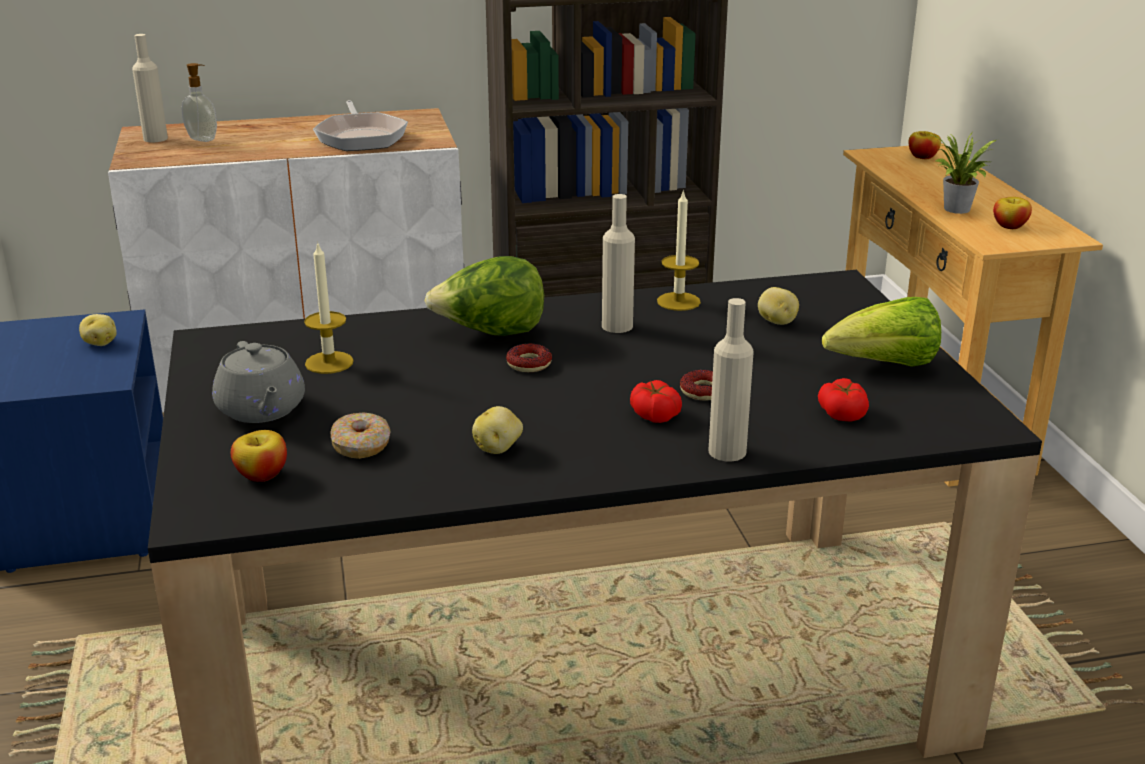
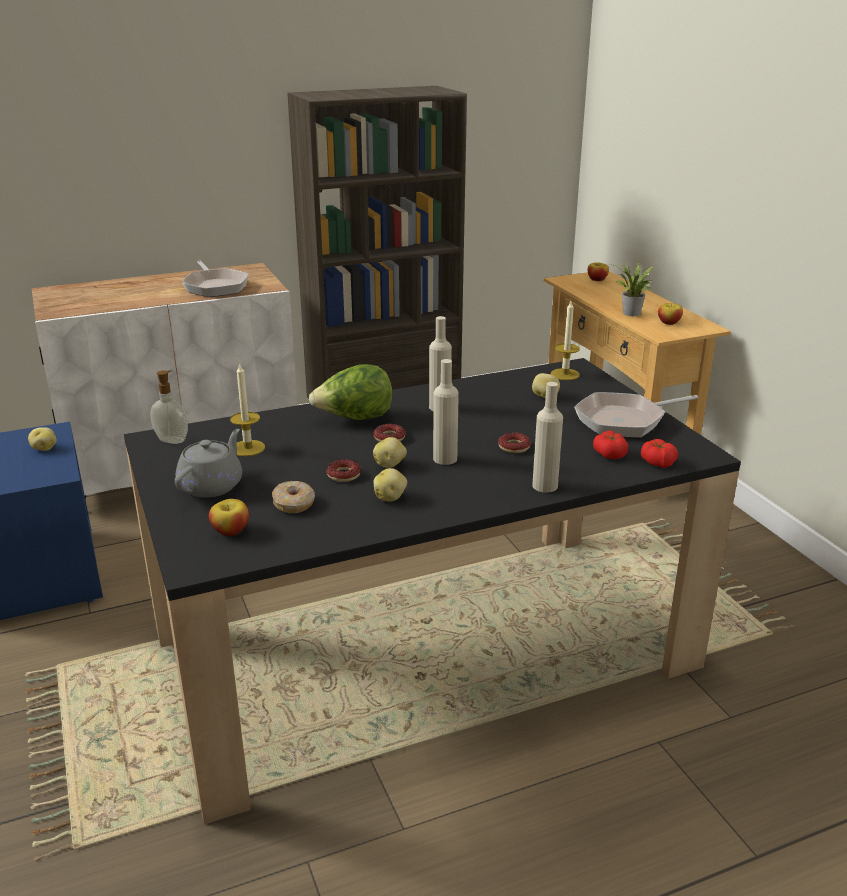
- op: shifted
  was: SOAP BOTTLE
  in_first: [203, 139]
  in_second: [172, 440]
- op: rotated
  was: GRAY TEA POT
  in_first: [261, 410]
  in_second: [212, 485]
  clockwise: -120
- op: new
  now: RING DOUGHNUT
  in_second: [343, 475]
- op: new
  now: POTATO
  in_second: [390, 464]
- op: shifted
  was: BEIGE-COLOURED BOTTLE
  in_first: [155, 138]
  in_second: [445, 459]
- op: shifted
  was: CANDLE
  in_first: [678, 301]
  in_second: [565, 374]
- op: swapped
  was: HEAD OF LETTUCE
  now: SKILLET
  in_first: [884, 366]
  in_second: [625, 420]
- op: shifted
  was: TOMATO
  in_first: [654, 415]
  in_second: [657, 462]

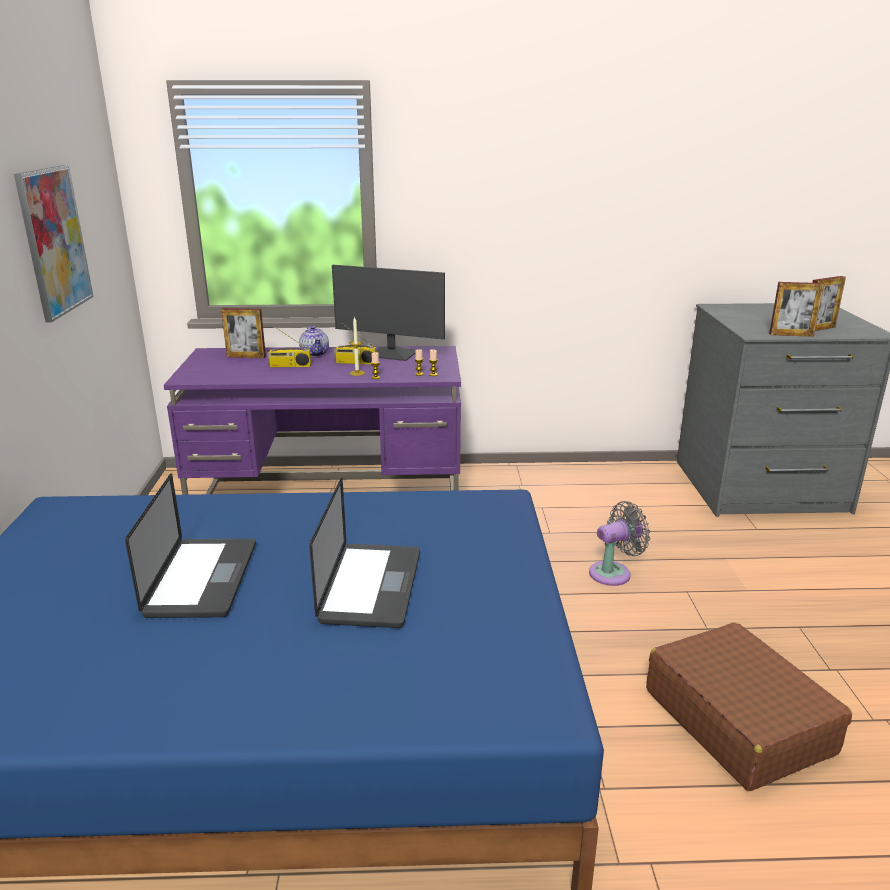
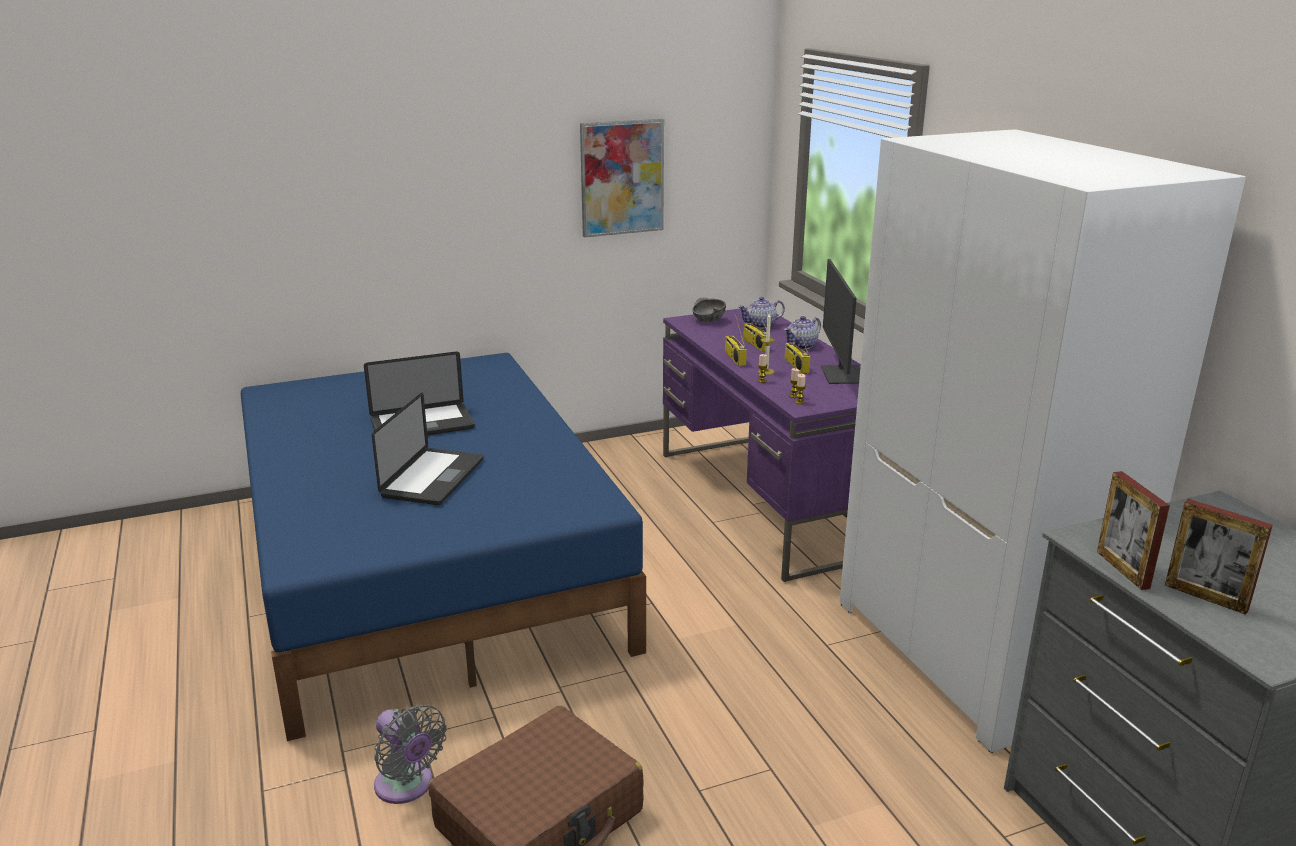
- op: rotated
  was: LAPTOP
  in_first: [371, 586]
  in_second: [433, 478]
  clockwise: -60
- op: shifted
  was: GRAY FAN
  in_first: [614, 573]
  in_second: [407, 786]
- op: new
  now: GRAY SERVING BOWL
  in_second: [708, 320]
- op: new
  now: RADIO RECEIVER
  in_second: [734, 358]
- op: swapped
  was: PICTURE FRAME
  now: TEA POT
  in_first: [246, 357]
  in_second: [760, 325]
- op: new
  now: WHITISH ARMOIRE
  in_second: [972, 654]

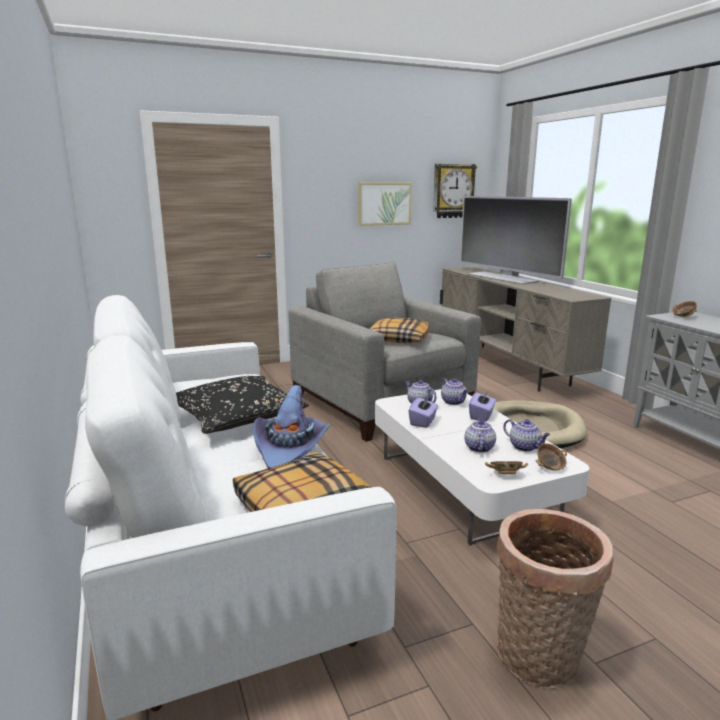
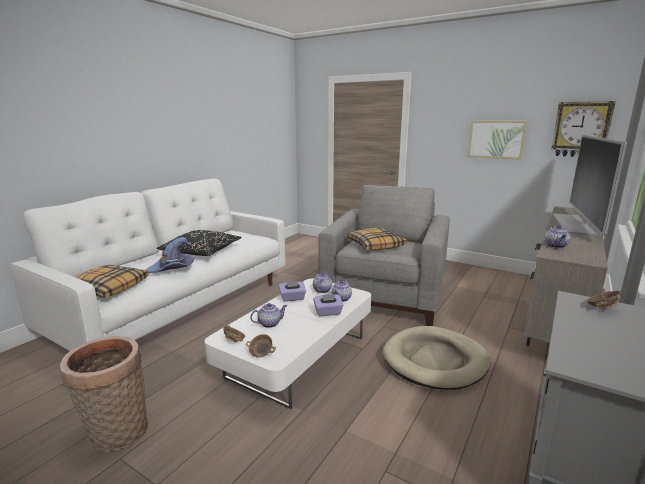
- op: shifted
  was: TEA POT
  in_first: [525, 447]
  in_second: [556, 246]

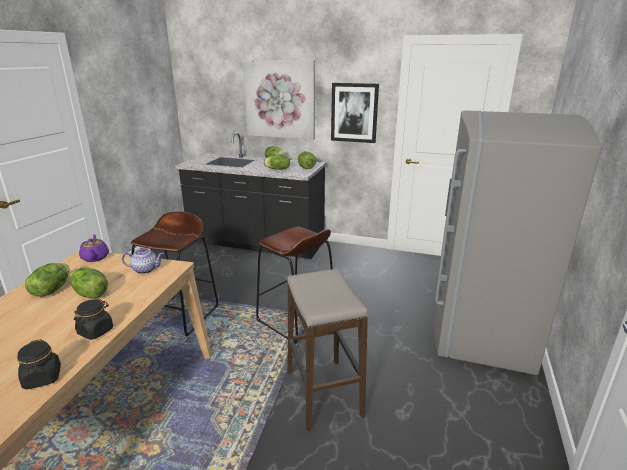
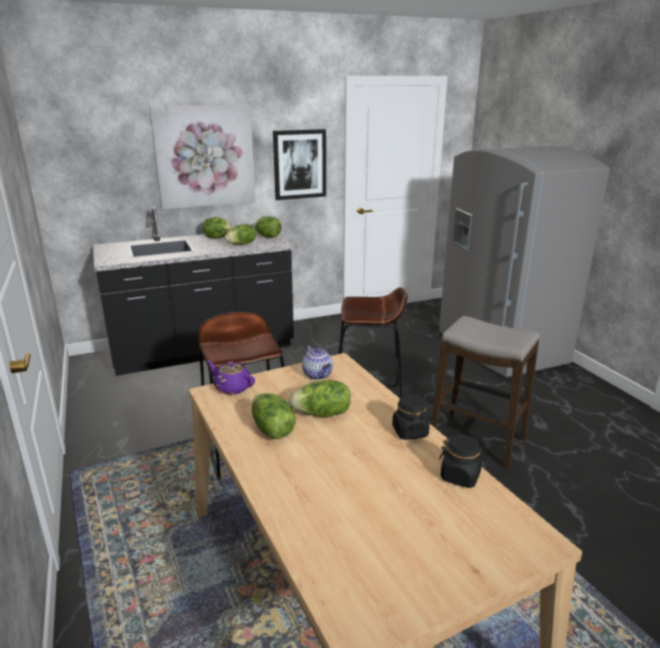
- op: rotated
  was: TEA POT
  in_first: [146, 269]
  in_second: [318, 375]
  clockwise: 105

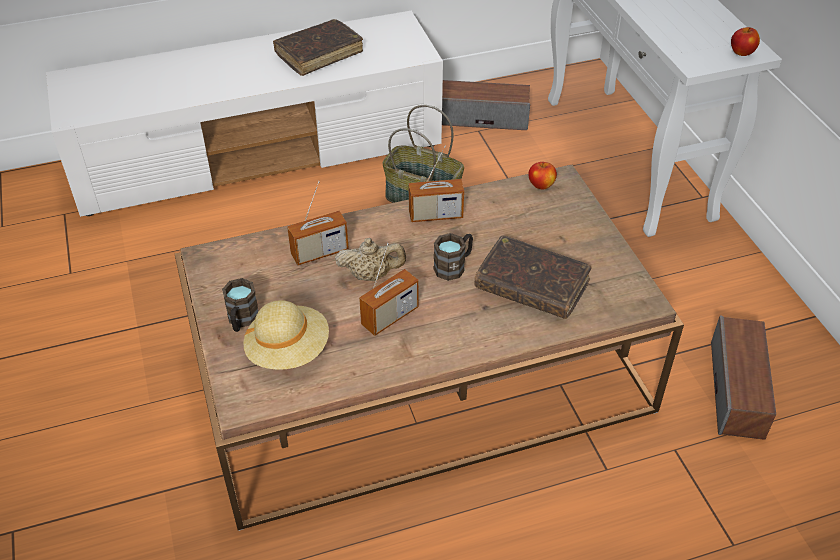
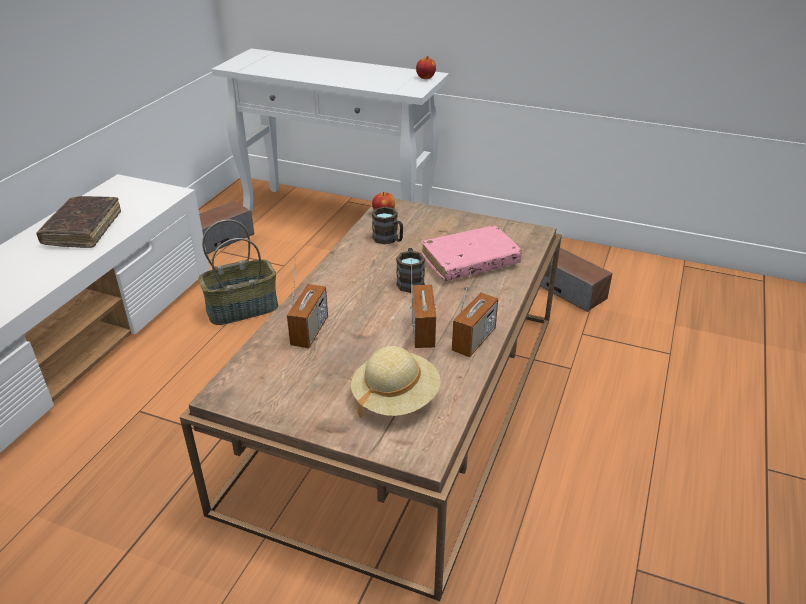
- op: shifted
  was: BROWN-COLOURED COFFEE MUG
  in_first: [241, 320]
  in_second: [389, 240]
- op: repainted
  was: BROWN-COLOURED BOUND BOOK
  now: PINK BOUND BOOK
  in_first: [531, 286]
  in_second: [470, 262]
- op: shifted
  was: RADIO RECEIVER
  in_first: [435, 215]
  in_second: [474, 340]
- op: gone
  was: BEIGE-COLOURED TEA POT
  in_first: [371, 275]

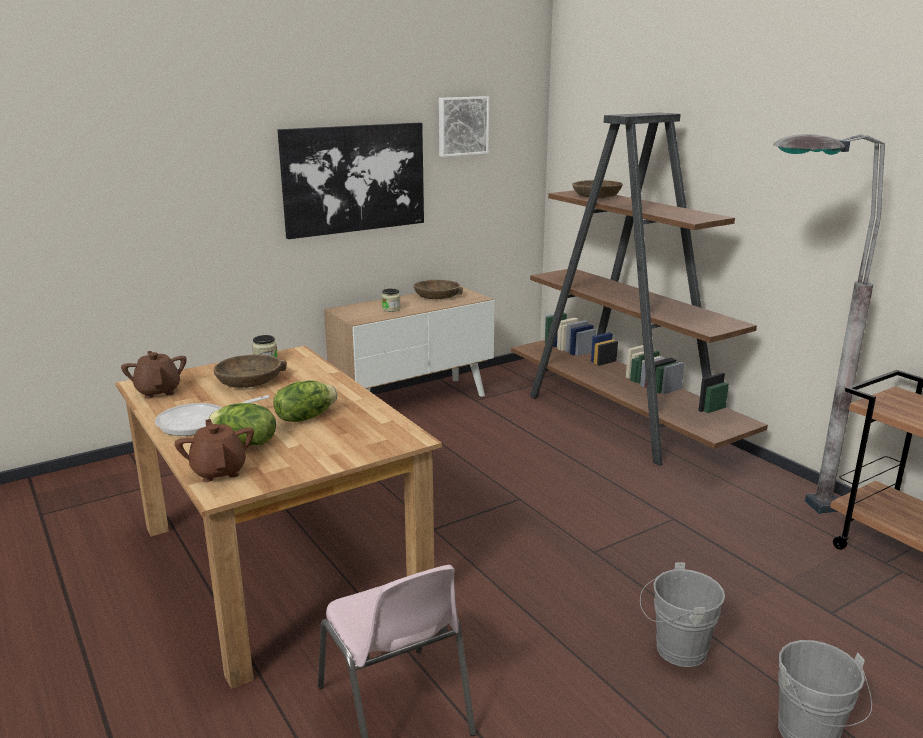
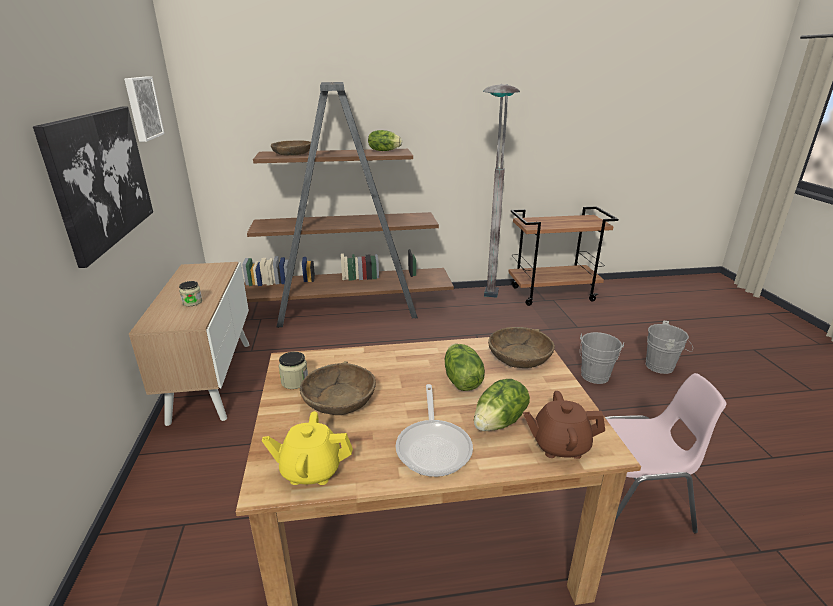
- op: repainted
  was: BROWN-COLOURED TEA POT
  now: YELLOW-COLOURED TEA POT
  in_first: [158, 391]
  in_second: [311, 470]
- op: new
  now: HEAD OF LETTUCE
  in_second: [384, 151]
- op: shifted
  was: BROWN-COLOURED SERVING BOWL
  in_first: [437, 296]
  in_second: [519, 356]

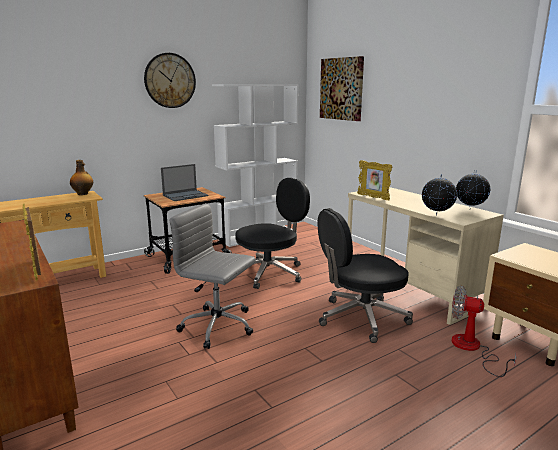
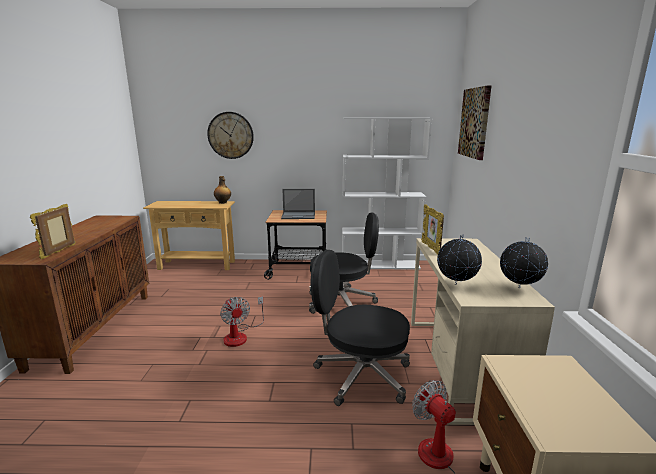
- op: shifted
  was: CLOCK ON THE WALL
  in_first: [170, 80]
  in_second: [230, 135]
- op: swapped
  was: GRAY COMPUTER CHAIR
  now: FAN
  in_first: [219, 326]
  in_second: [240, 335]

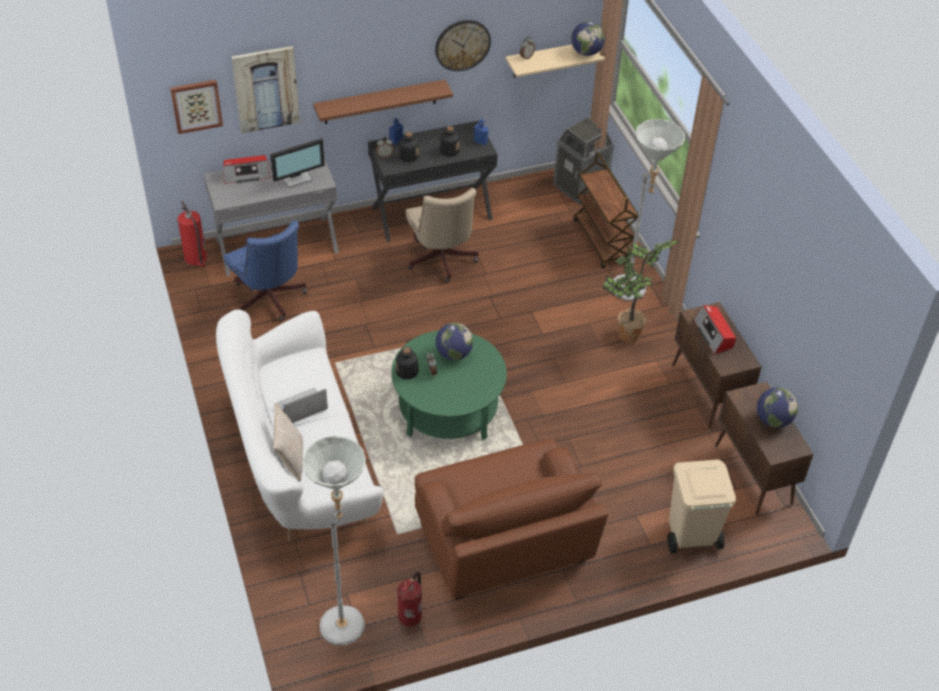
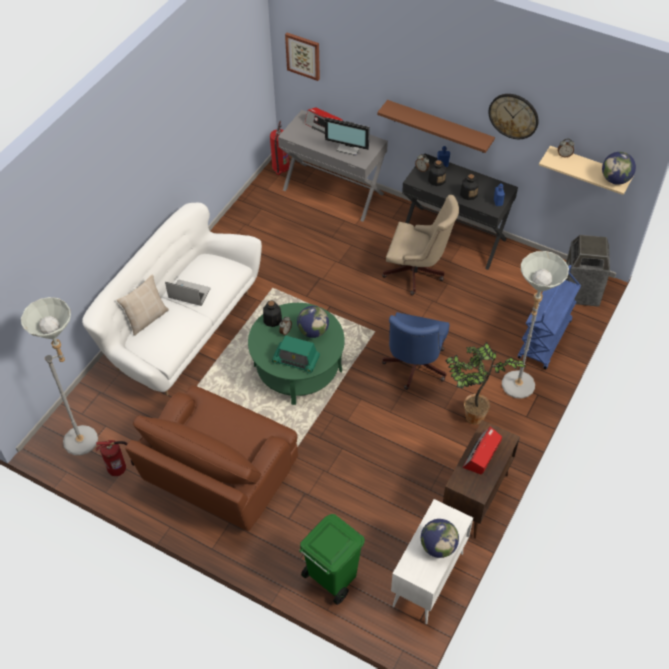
- op: new
  now: RADIO RECEIVER
  in_second: [296, 360]
- op: repainted
  was: BEIGE-COLOURED RUBBISH BIN
  now: GREENISH RUBBISH BIN
  in_first: [690, 536]
  in_second: [331, 578]
- op: rotated
  was: BEIGE-COLOURED COMPUTER CHAIR
  in_first: [441, 261]
  in_second: [417, 273]
  clockwise: -105
- op: shifted
  was: BLUE-COLOURED COMPUTER CHAIR
  in_first: [270, 300]
  in_second: [414, 368]
- op: repainted
  was: BROWN-COLOURED CABINET
  now: WHITISH CABINET
  in_first: [753, 475]
  in_second: [428, 580]
- op: repainted
  was: BROWN-COLOURED CART
  now: BLUE-COLOURED CART
  in_first: [603, 241]
  in_second: [545, 340]
- op: gone
  was: WALL PICTURE
  in_first: [266, 89]

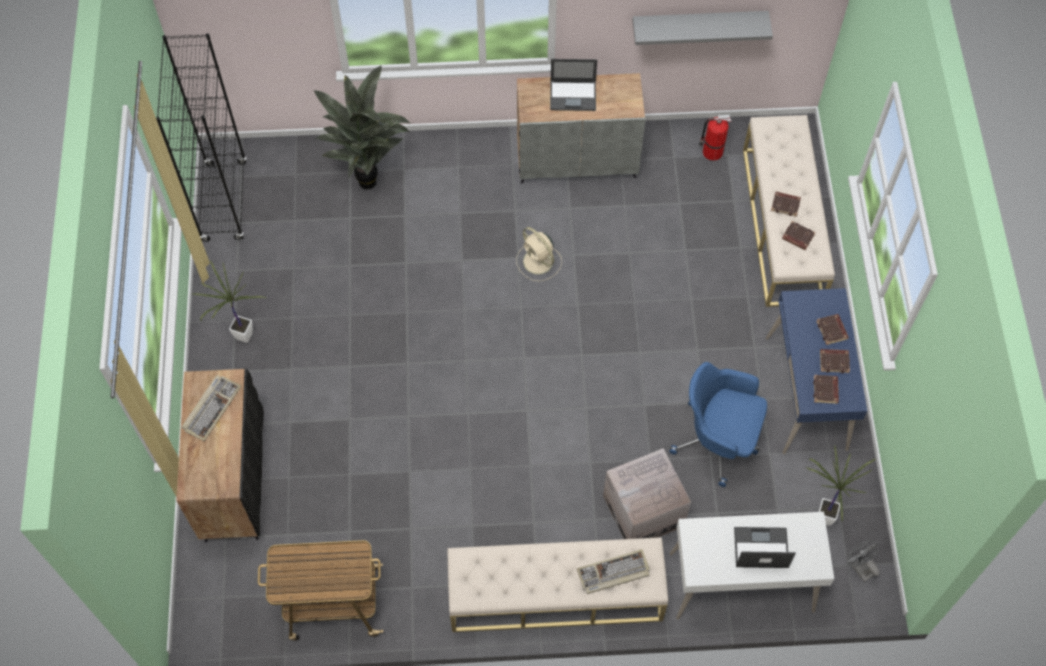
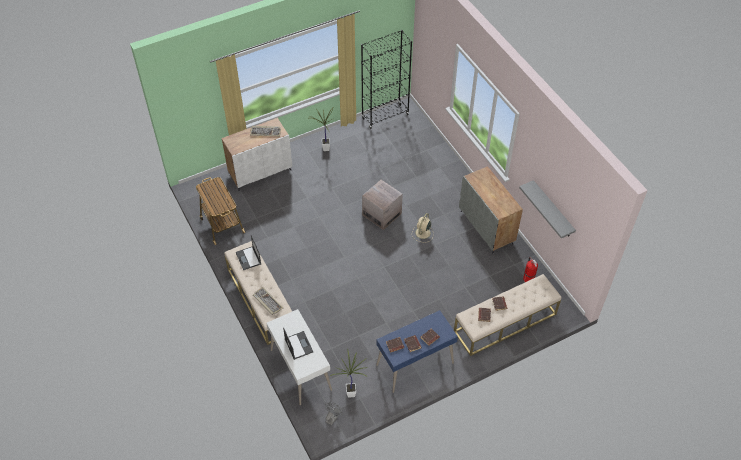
- op: repainted
  was: BLACKISH CABINET
  now: WHITISH CABINET
  in_first: [233, 479]
  in_second: [260, 172]
- op: shifted
  was: LAPTOP
  in_first: [573, 95]
  in_second: [248, 258]
- op: shifted
  was: CARTON
  in_first: [643, 511]
  in_second: [382, 214]
- op: gone
  was: POTTED PLANT
  in_first: [369, 178]
- op: gone
  was: BLUE-COLOURED COMPUTER CHAIR
  in_first: [718, 440]

